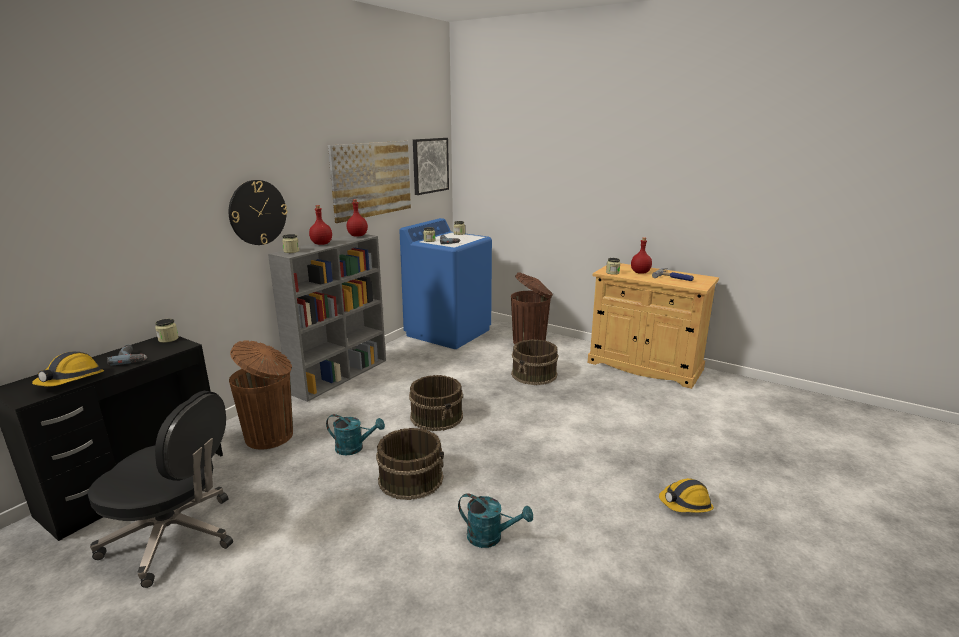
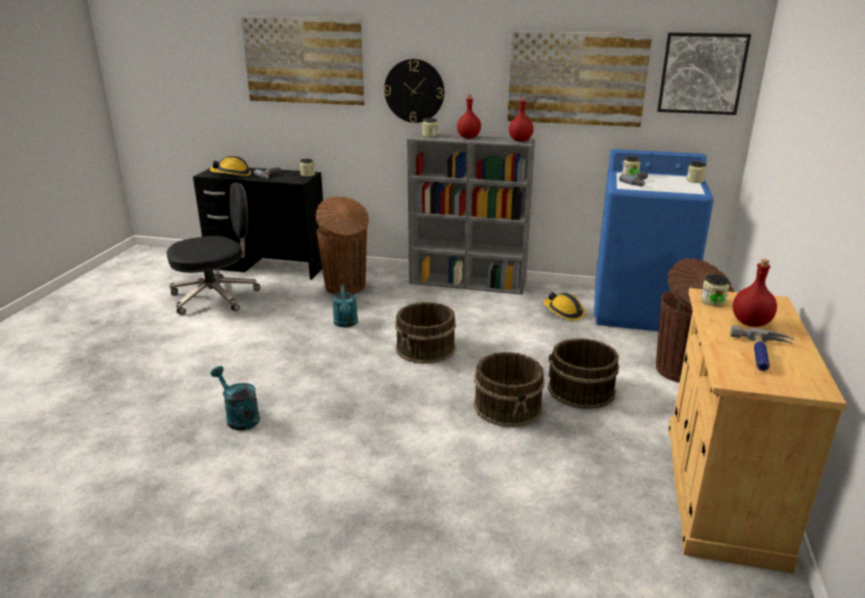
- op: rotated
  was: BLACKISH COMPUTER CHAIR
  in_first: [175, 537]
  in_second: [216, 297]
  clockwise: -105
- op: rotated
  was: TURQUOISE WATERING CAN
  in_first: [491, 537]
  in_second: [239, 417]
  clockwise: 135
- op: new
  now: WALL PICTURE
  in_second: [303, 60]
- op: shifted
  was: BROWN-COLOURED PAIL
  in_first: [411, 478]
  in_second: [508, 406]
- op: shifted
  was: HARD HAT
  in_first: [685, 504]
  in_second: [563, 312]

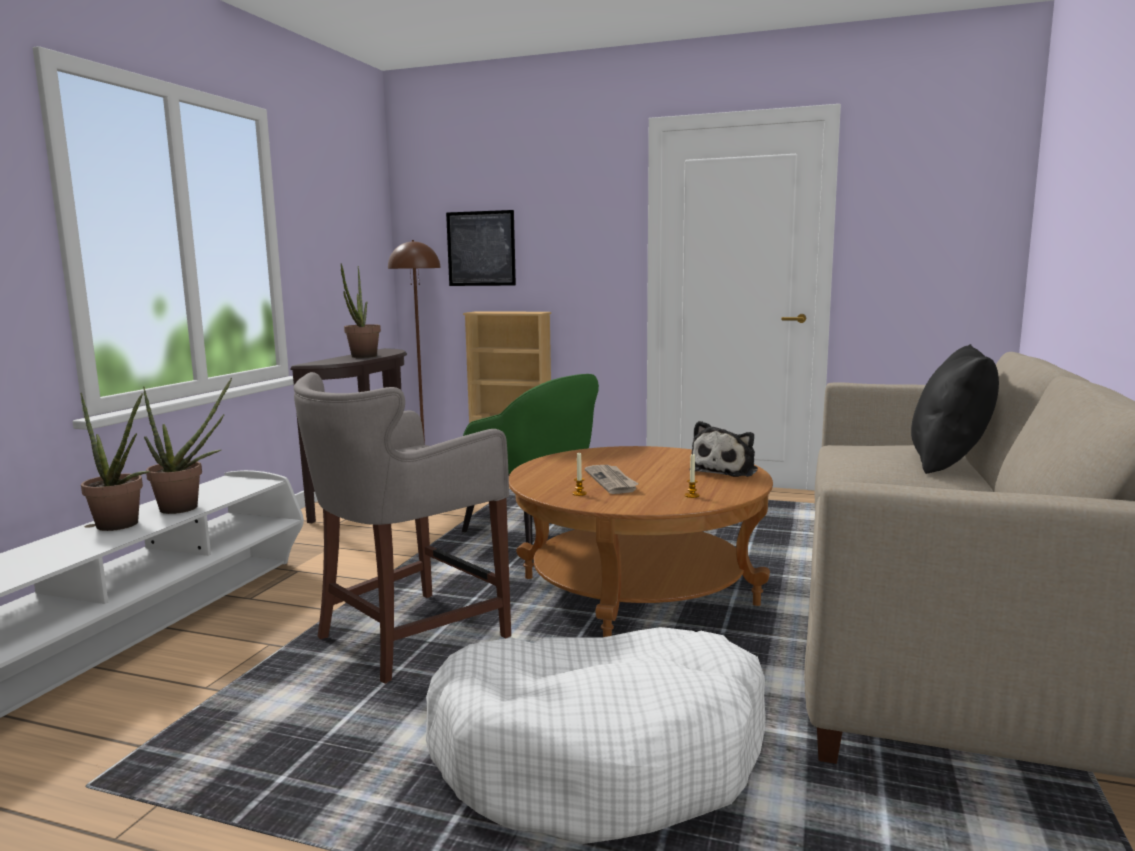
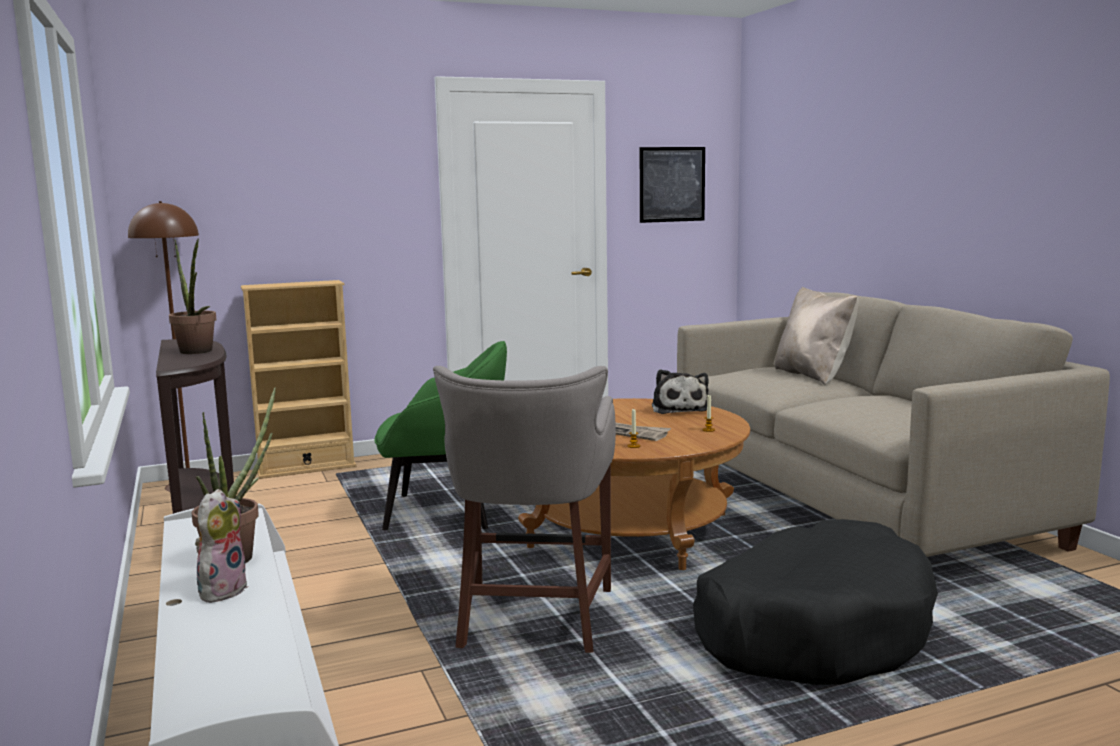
- op: swapped
  was: POTTED PLANT
  now: PLUSH TOY
  in_first: [123, 526]
  in_second: [222, 590]
- op: shifted
  was: WALL PICTURE
  in_first: [481, 248]
  in_second: [672, 184]
- op: repainted
  was: WHITISH DOG BED
  now: BLACKISH DOG BED
  in_first: [601, 756]
  in_second: [812, 630]
- op: repainted
  was: BLACKISH PILLOW
  now: BEIGE-COLOURED PILLOW
  in_first: [948, 462]
  in_second: [814, 375]

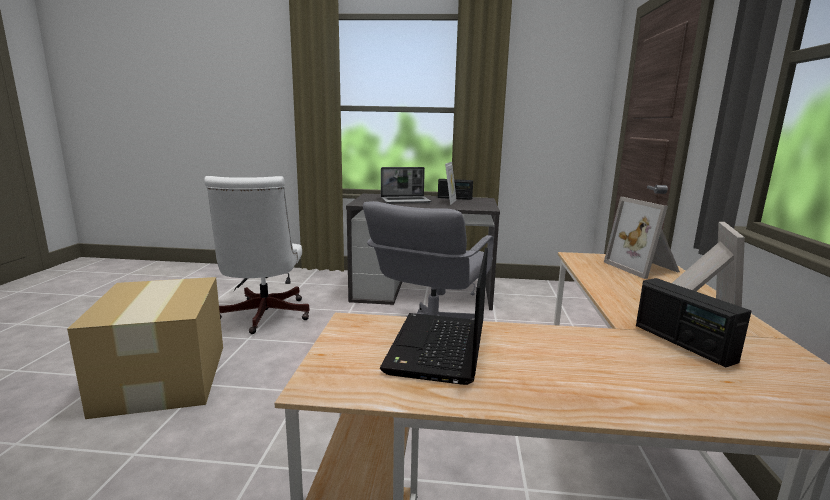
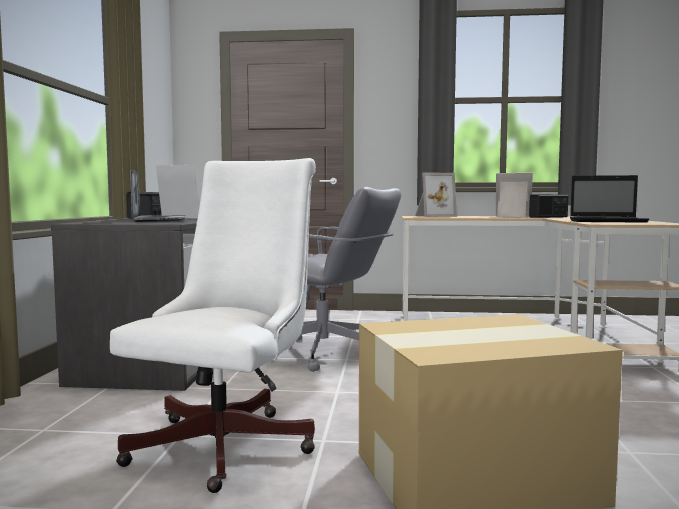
- op: rotated
  was: WHITISH COMPUTER CHAIR
  in_first: [262, 317]
  in_second: [230, 442]
  clockwise: -60

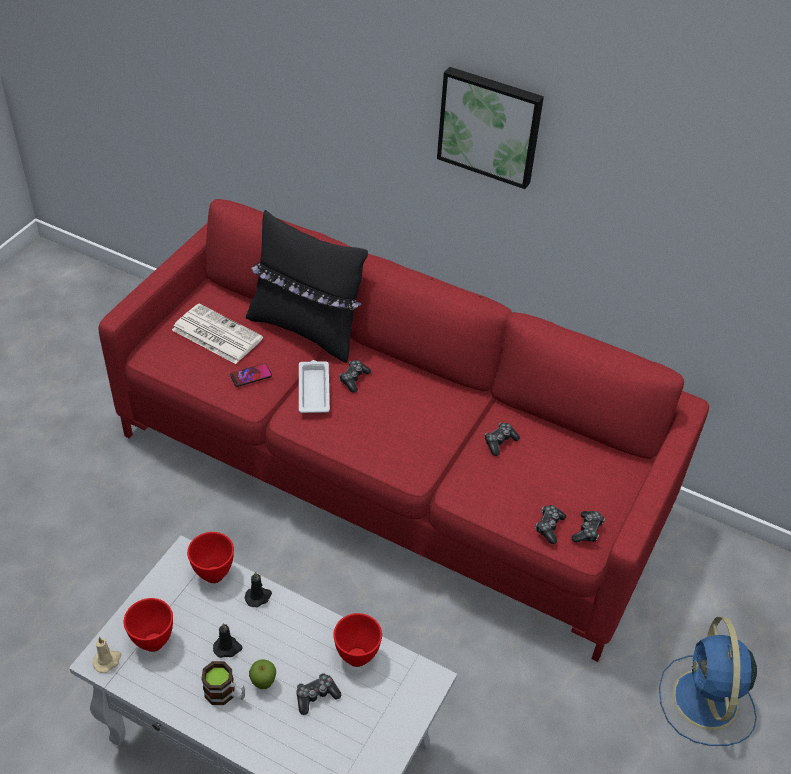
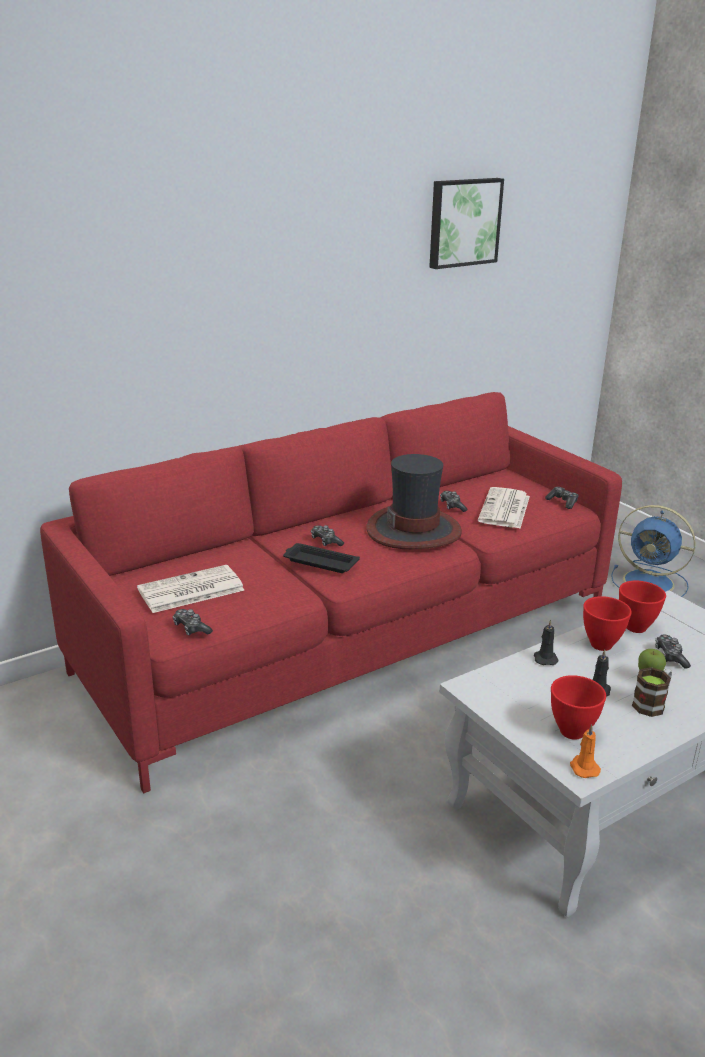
- op: shifted
  was: GAMEPAD
  in_first: [549, 527]
  in_second: [191, 628]
- op: repainted
  was: WHITISH CARRYING TRAY
  now: BLACKISH CARRYING TRAY
  in_first: [314, 389]
  in_second: [319, 562]
- op: new
  now: CLOTHING HAT
  in_second: [414, 530]
- op: shifted
  was: WALL PICTURE
  in_first: [490, 125]
  in_second: [463, 222]
- op: new
  now: PRINTED PAPER
  in_second: [505, 509]
- op: repainted
  was: BEIGE-COLOURED CANDLE
  now: ORANGEY CANDLE
  in_first: [107, 661]
  in_second: [583, 767]
- op: shifted
  was: REDDISH SERVING BOWL
  in_first: [213, 575]
  in_second: [602, 645]
- op: gone
  was: HANDSET
  in_first: [251, 375]
- op: gone
  was: BLACKISH PILLOW
  in_first: [306, 329]

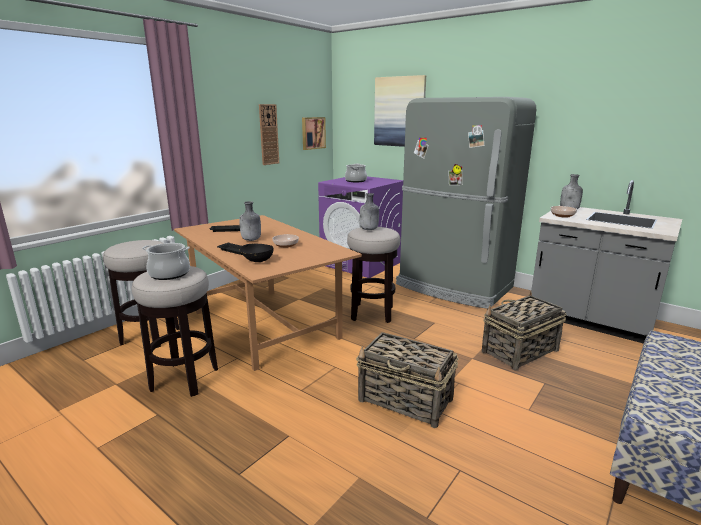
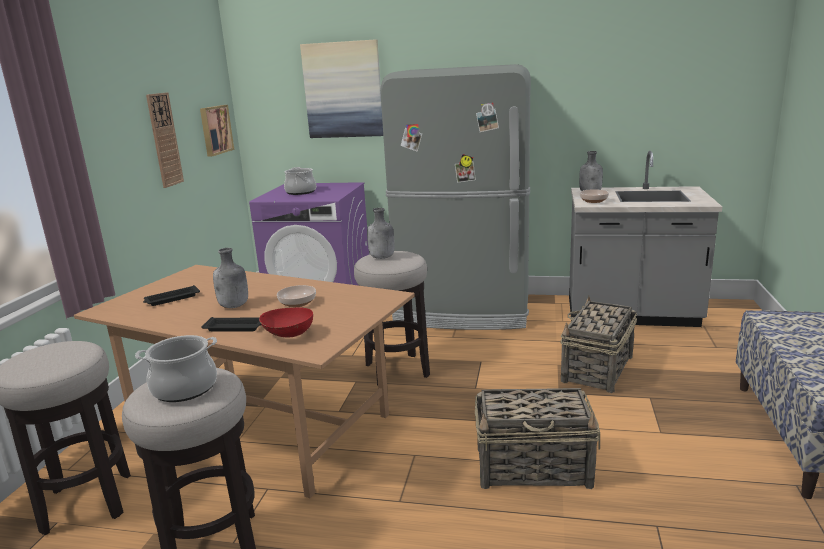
- op: repainted
  was: BLACKISH SERVING BOWL
  now: REDDISH SERVING BOWL
  in_first: [257, 261]
  in_second: [288, 335]

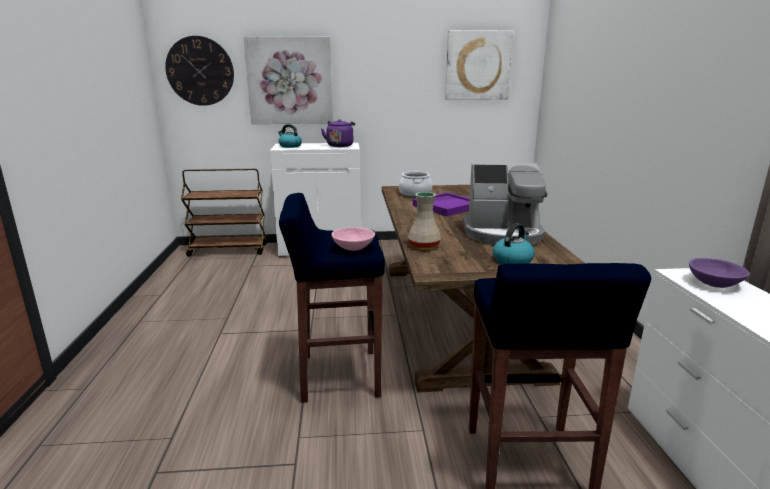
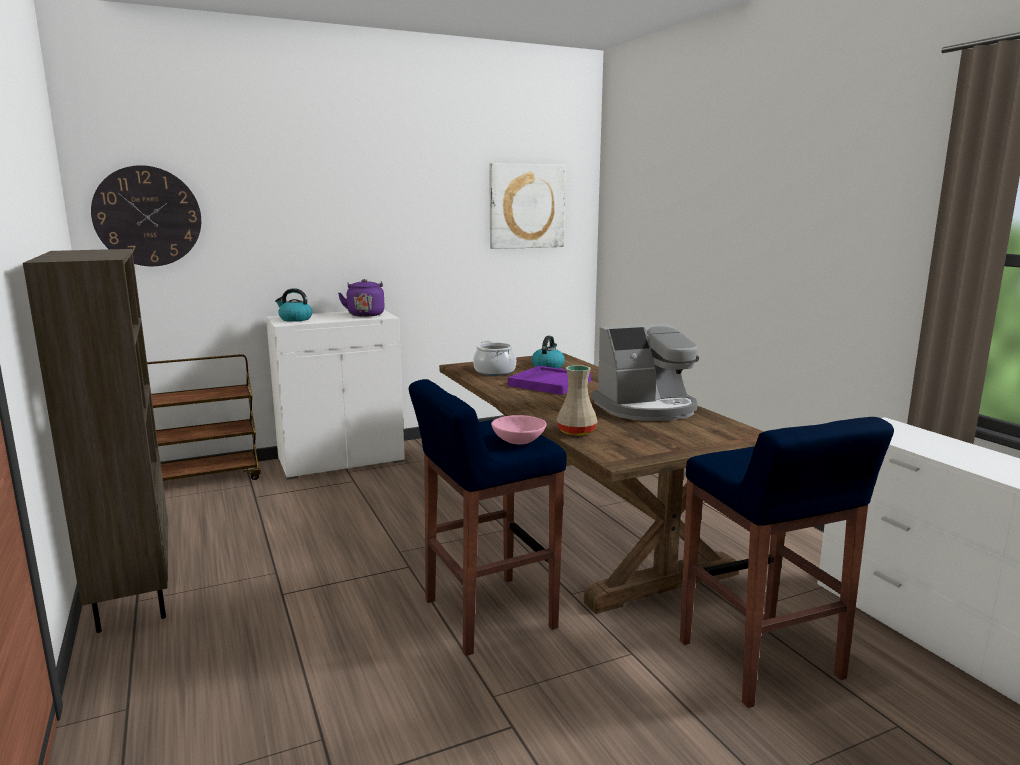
- op: new
  now: BROWN-COLOURED BOOKSHELF
  in_second: [132, 594]
- op: shifted
  was: KETTLE
  in_first: [512, 260]
  in_second: [548, 366]
- op: gone
  was: WALL PICTURE
  in_first: [290, 81]
- op: gone
  was: PURPLE SERVING BOWL
  in_first: [714, 284]

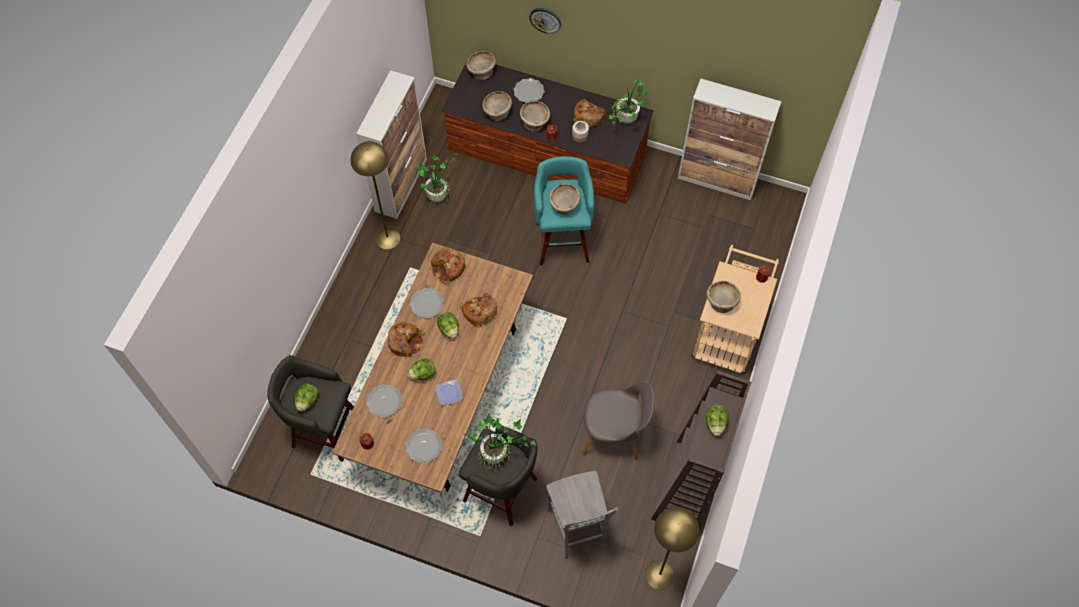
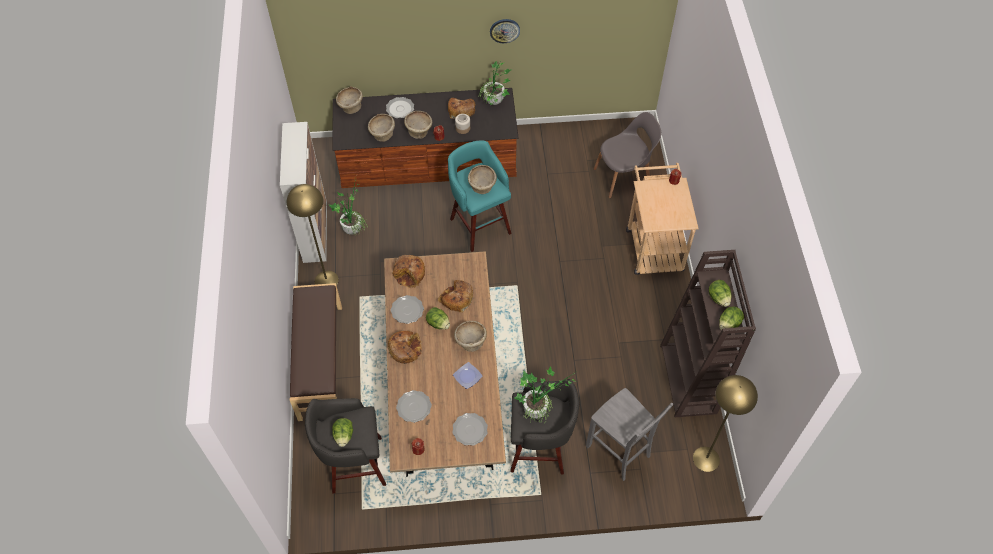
- op: new
  now: BROWN-COLOURED LONG SEAT
  in_second: [320, 362]
- op: shifted
  was: BEIGE-COLOURED SERVING BOWL
  in_first: [720, 303]
  in_second: [470, 342]
- op: shifted
  was: CLOCK ON THE WALL
  in_first: [545, 20]
  in_second: [504, 30]
- op: shifted
  was: GRAY CHAIR
  in_first: [614, 434]
  in_second: [623, 177]
- op: shifted
  was: HEAD OF LETTUCE
  in_first: [423, 374]
  in_second: [728, 324]
- op: gone
  was: CABINET
  in_first: [717, 180]

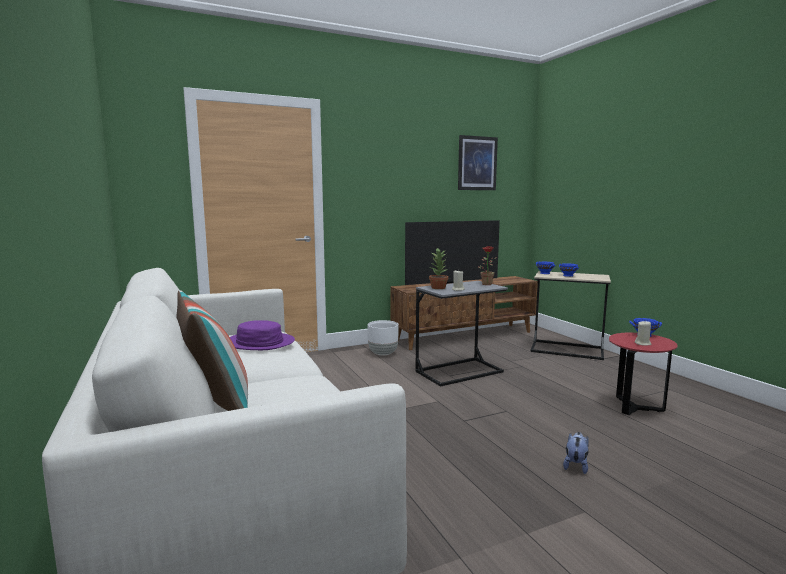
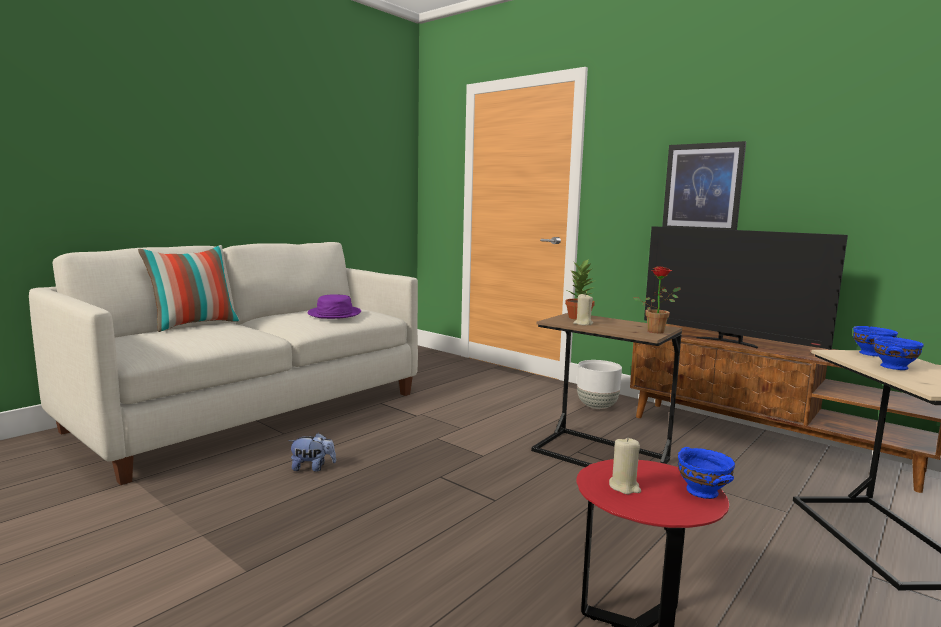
- op: shifted
  was: PLUSH TOY
  in_first: [575, 465]
  in_second: [312, 468]
- op: repainted
  was: GRAY END TABLE
  now: BROWN-COLOURED END TABLE
  in_first: [459, 371]
  in_second: [600, 455]
- op: shifted
  was: WALL PICTURE
  in_first: [477, 163]
  in_second: [702, 188]

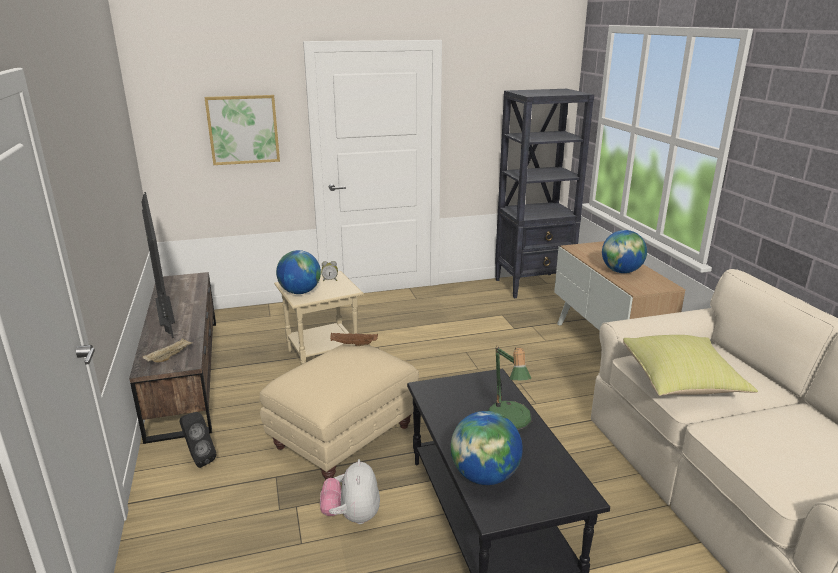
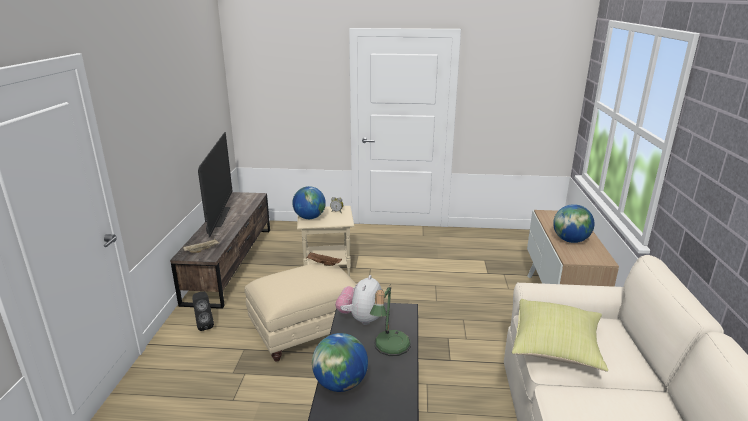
- op: shifted
  was: PLUSH TOY
  in_first: [352, 516]
  in_second: [361, 318]
- op: gone
  was: WALL PICTURE
  in_first: [243, 129]
- op: gone
  was: BLACKISH BOOKSHELF
  in_first: [533, 285]

